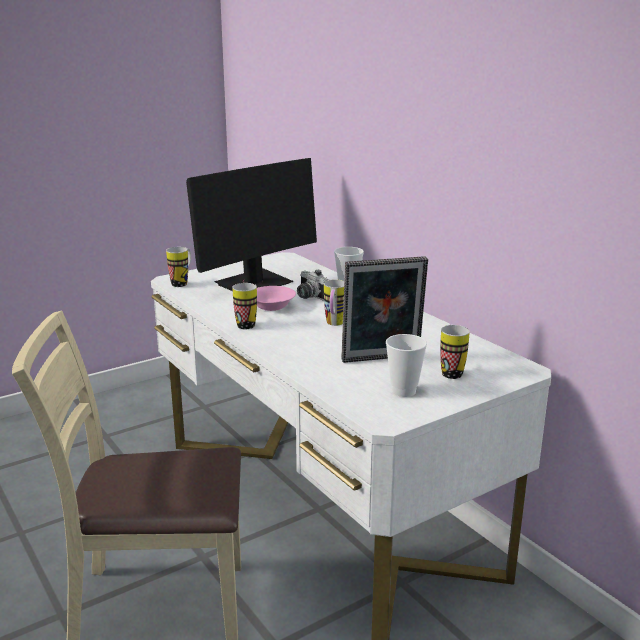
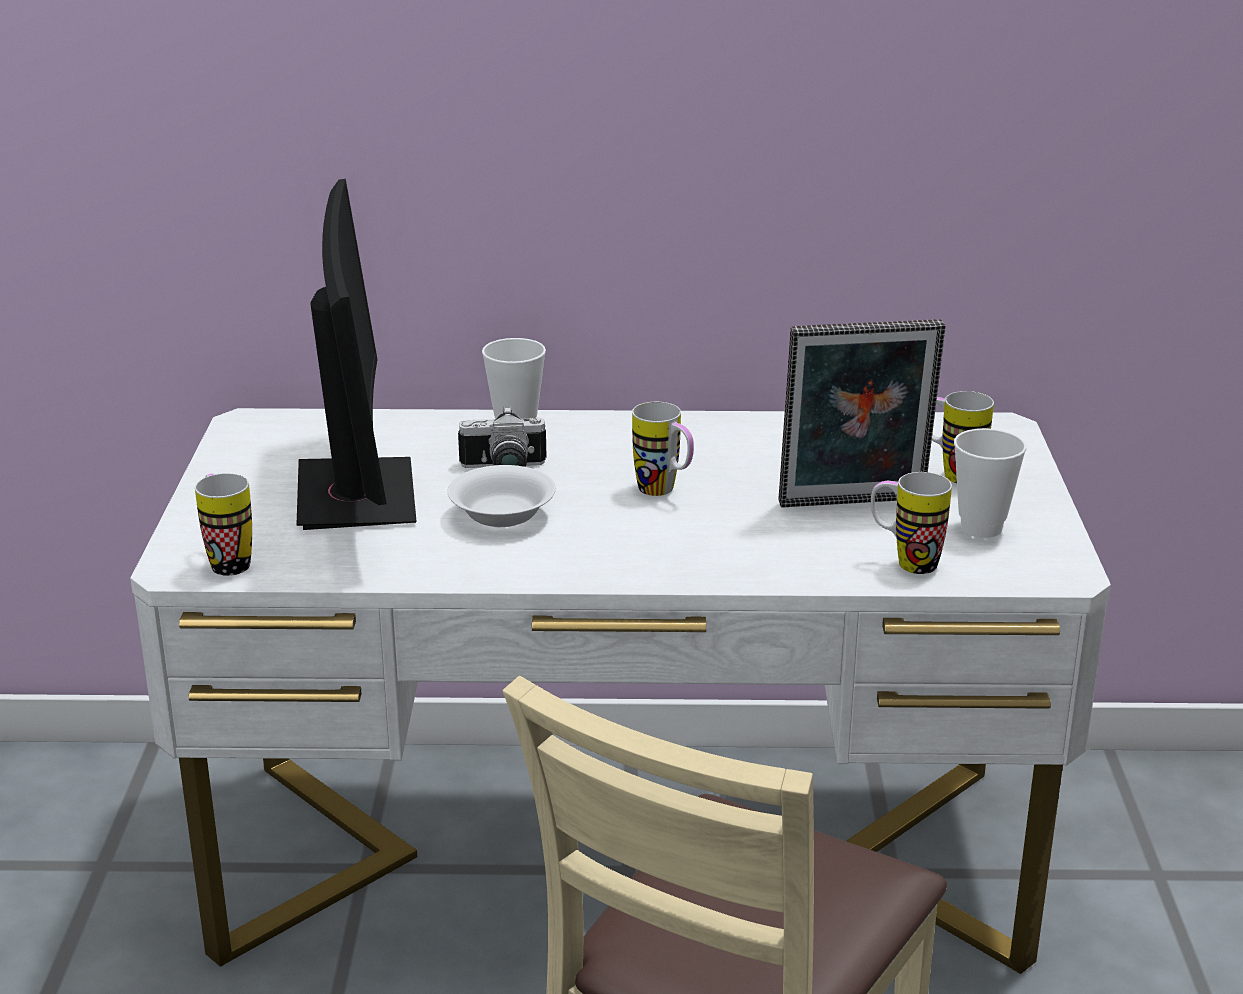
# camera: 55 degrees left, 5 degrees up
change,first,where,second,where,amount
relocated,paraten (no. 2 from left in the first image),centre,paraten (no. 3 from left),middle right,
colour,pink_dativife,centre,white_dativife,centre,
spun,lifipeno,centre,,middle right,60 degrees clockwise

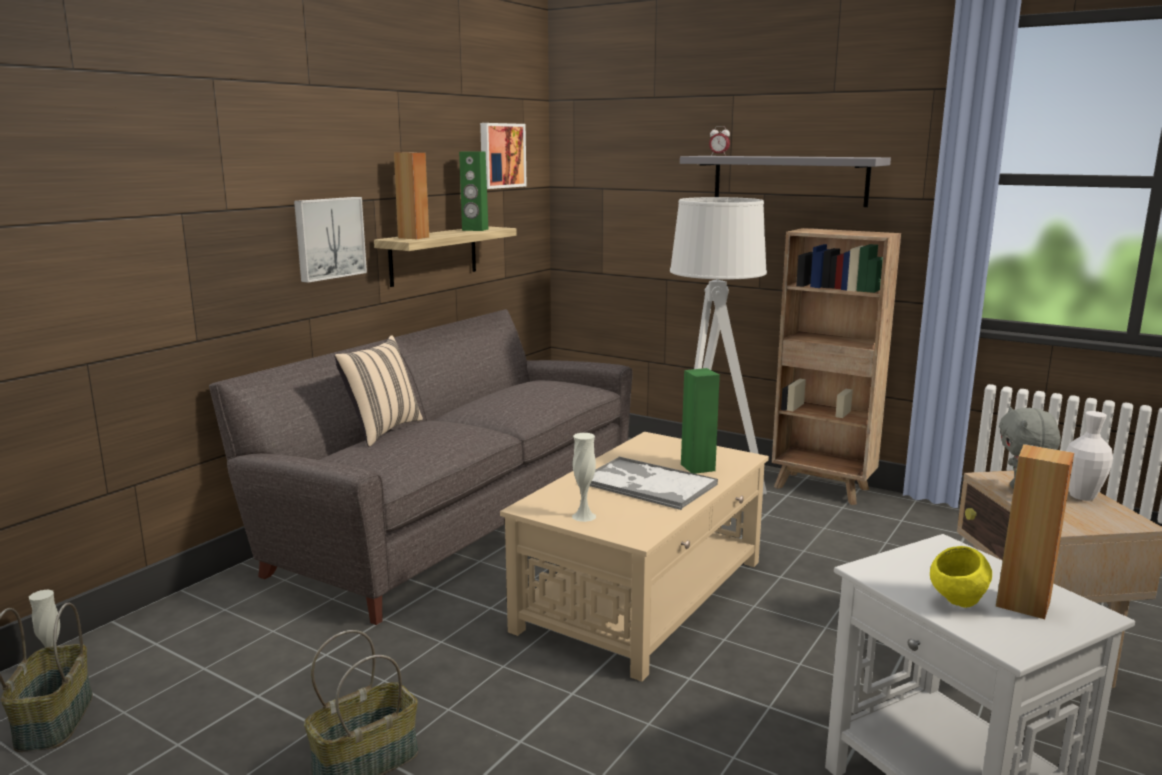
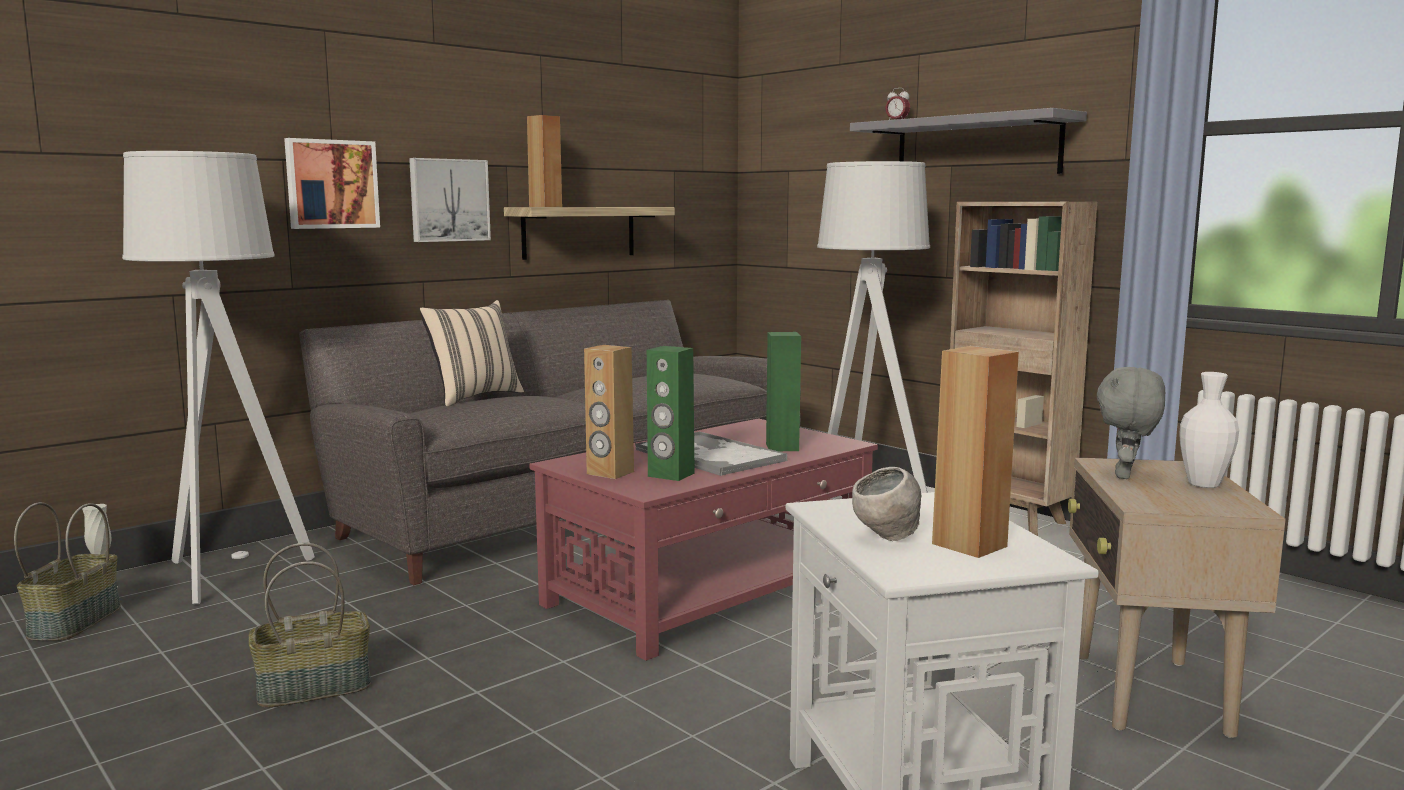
# camera: 15 degrees right, 5 degrees down
change,first,where,second,where,amount
appeared,,,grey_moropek (no. 1 from left),middle left,
relocated,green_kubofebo (no. 1 from left),top centre,,centre,
relocated,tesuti (no. 2 from left in the first image),top centre,tesuti (no. 1 from left),top left,
exchanged,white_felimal (no. 2 from left),centre,brown_kubofebo (no. 2 from left),centre,
colour,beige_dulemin,bottom centre,red_dulemin,bottom centre,
colour,yellow_dativife,bottom right,grey_dativife,centre,

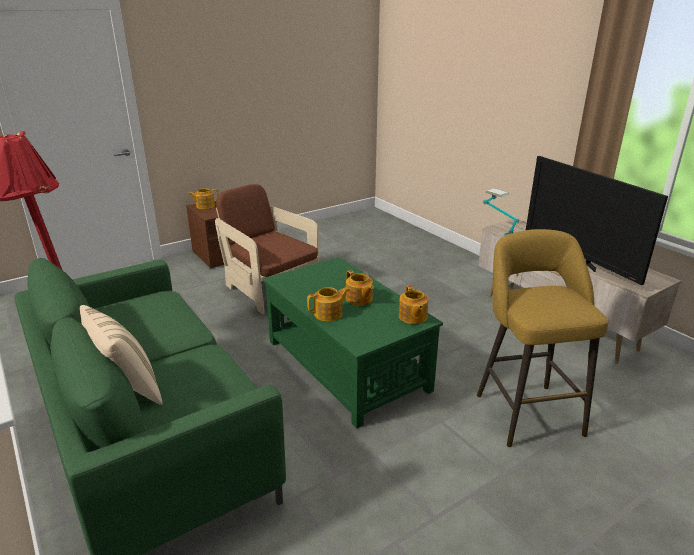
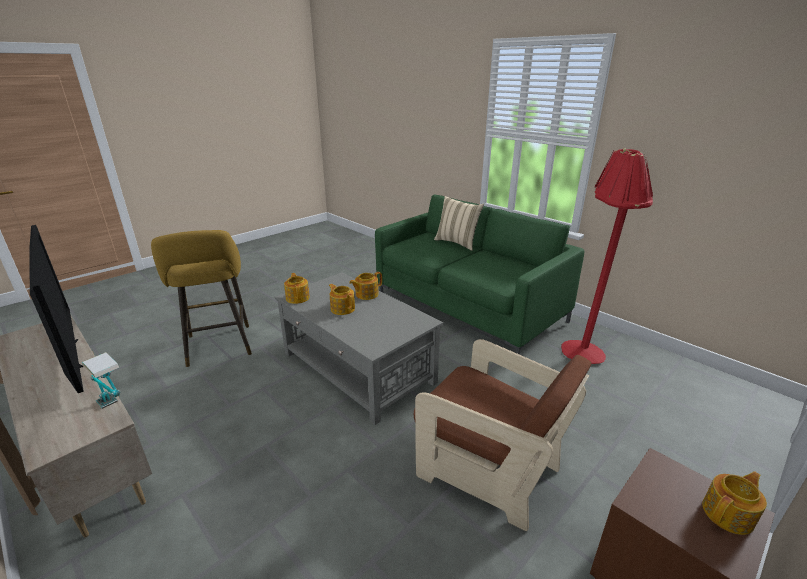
# camera: 170 degrees right, 0 degrees up
change,first,where,second,where,amount
colour,green_dulemin,centre,grey_dulemin,centre,

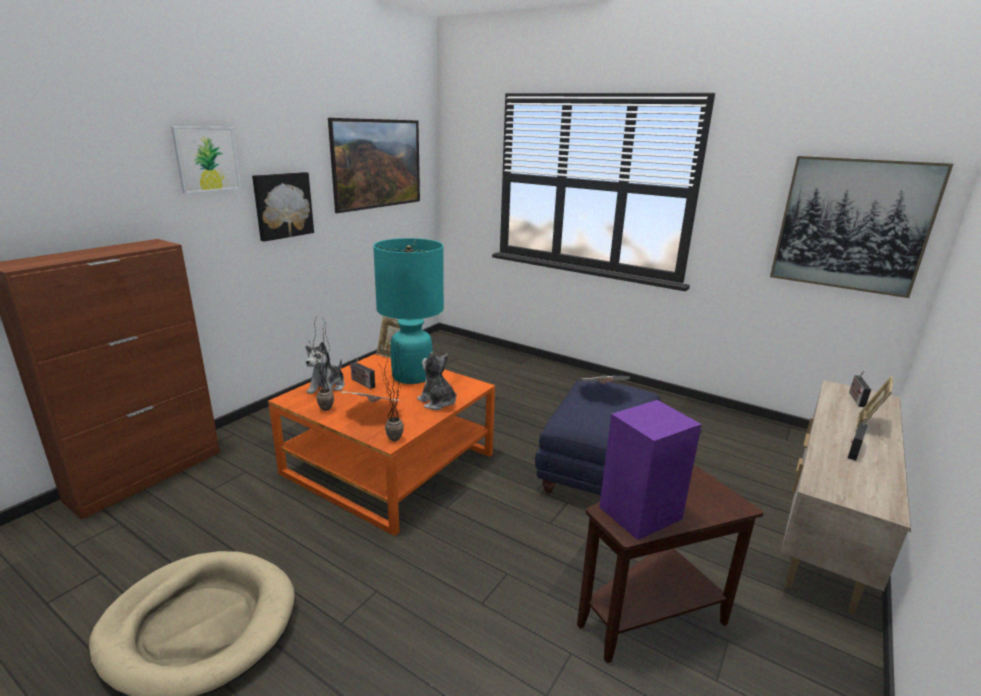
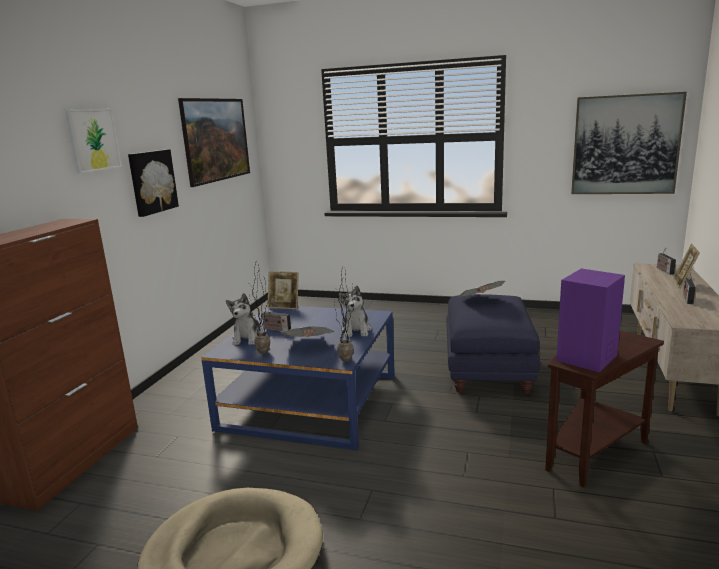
# camera: 15 degrees left, 5 degrees down
change,first,where,second,where,amount
missing,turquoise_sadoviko,centre,,,
colour,orange_dulemin,centre,blue_dulemin,centre,
spun,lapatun (no. 2 from left),centre,,centre,120 degrees counterclockwise

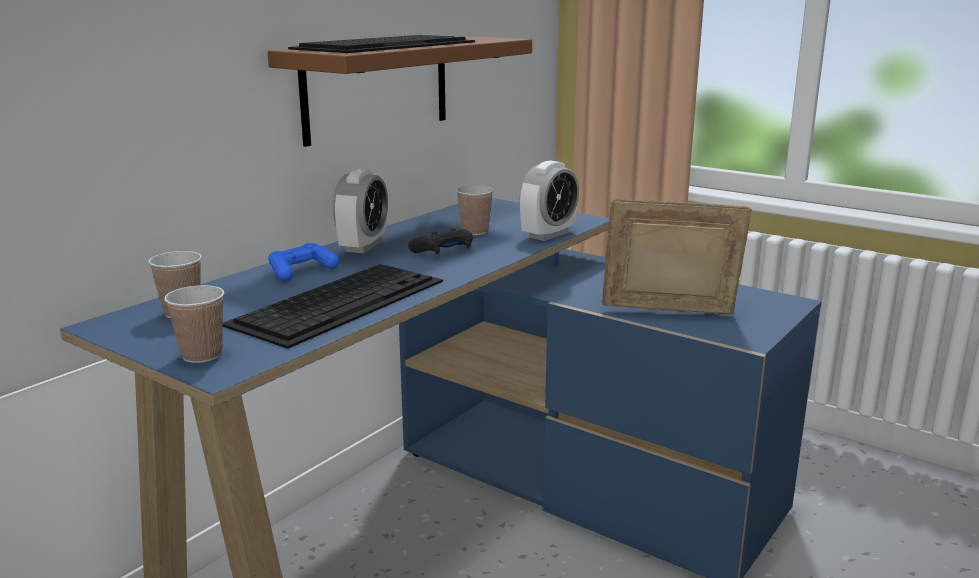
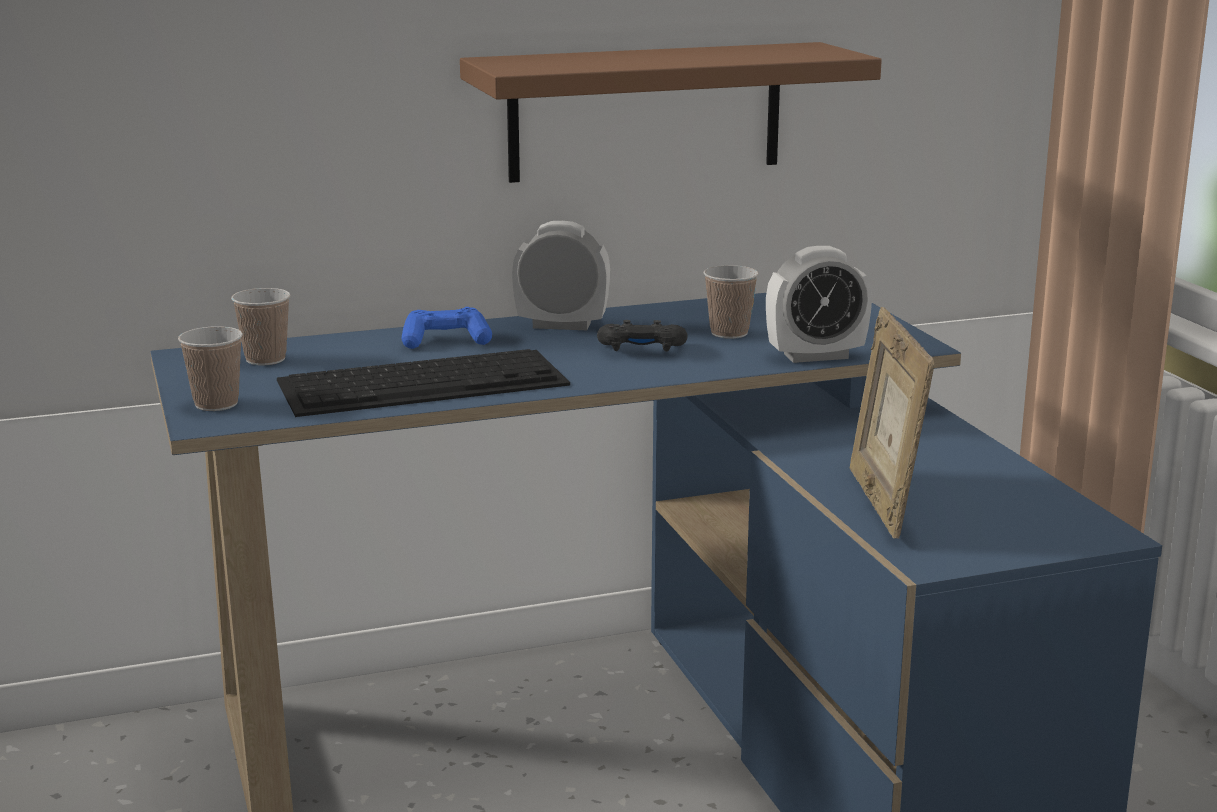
# camera: 35 degrees right, 0 degrees up
change,first,where,second,where,amount
missing,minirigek (no. 2 from left),top centre,,,
spun,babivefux (no. 1 from left),centre,,centre,135 degrees counterclockwise
spun,lifipeno,middle right,,middle right,135 degrees counterclockwise

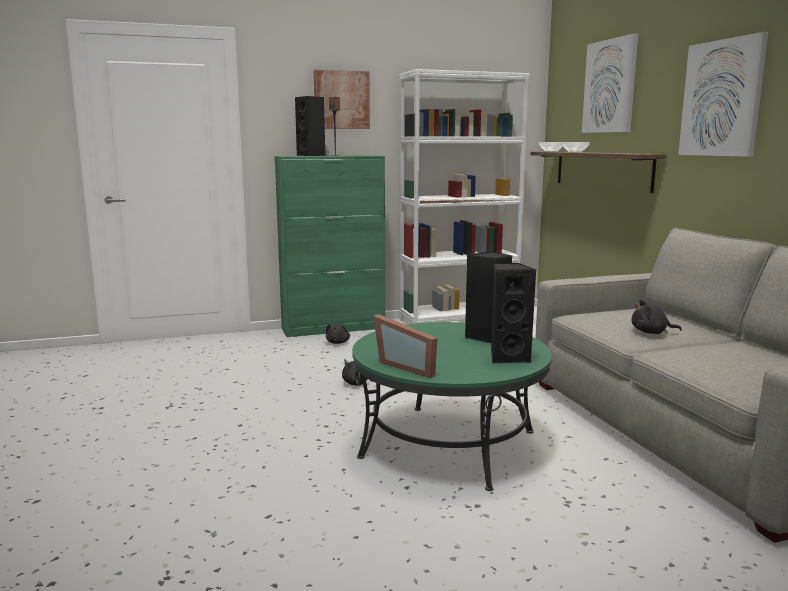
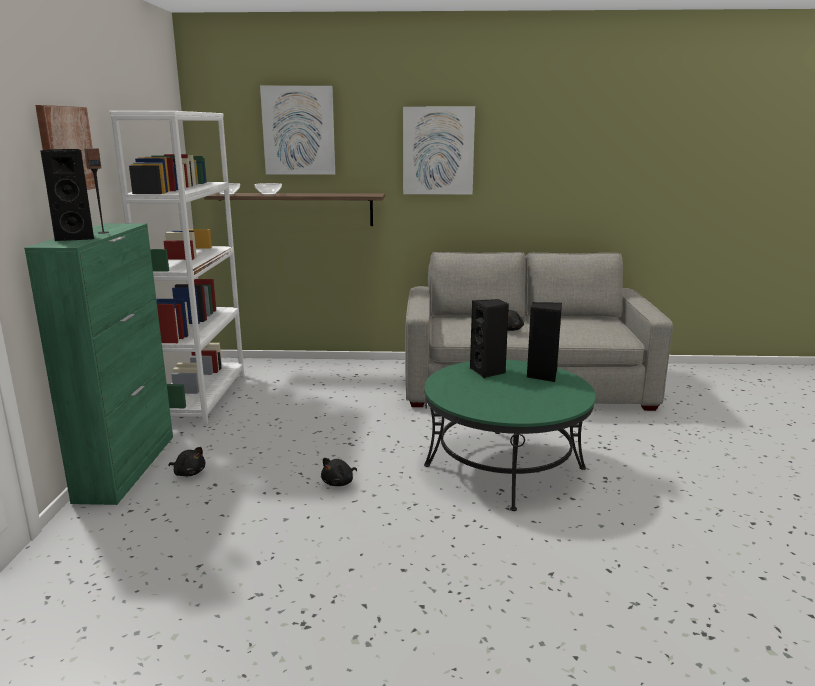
# camera: 70 degrees left, 5 degrees up
change,first,where,second,where,amount
missing,lifipeno,centre,,,

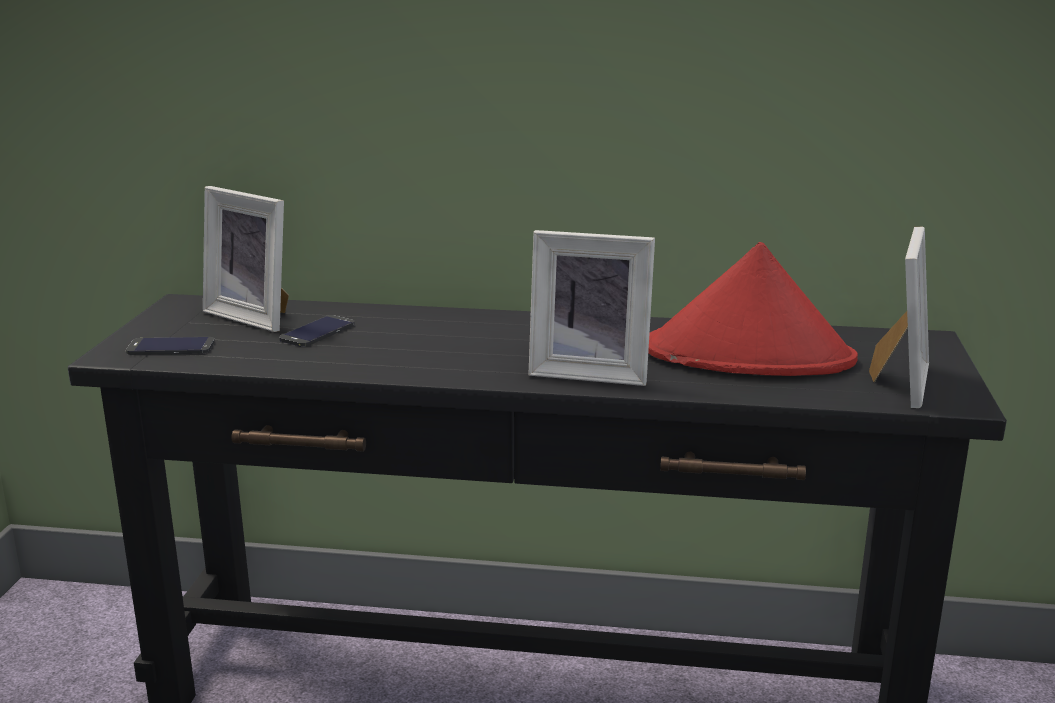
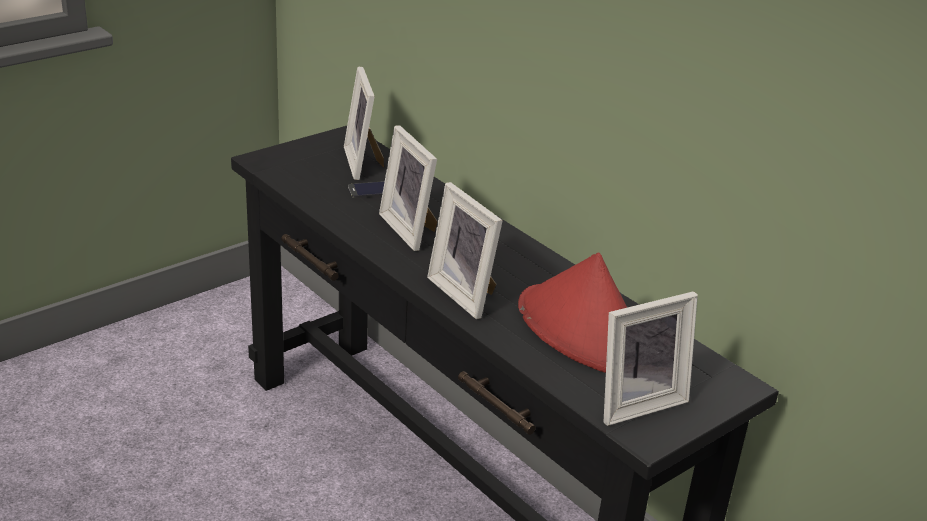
# camera: 40 degrees right, 10 degrees up
change,first,where,second,where,amount
missing,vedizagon (no. 1 from left),middle left,,,
appeared,,,lifipeno (no. 2 from left),centre,

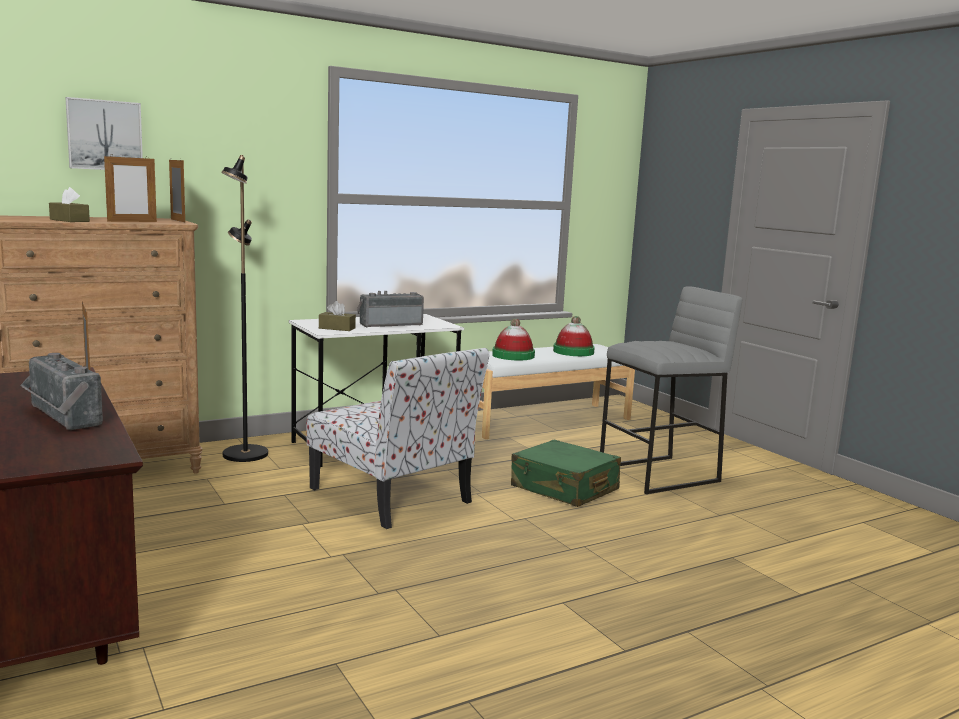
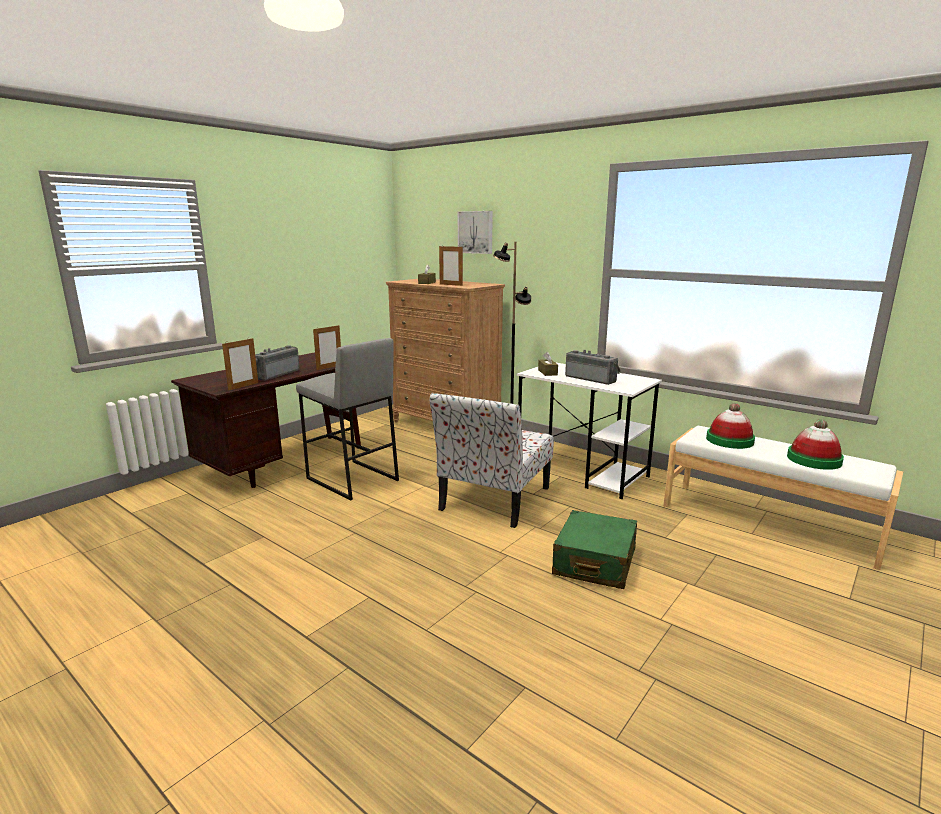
# camera: 70 degrees right, 5 degrees up
change,first,where,second,where,amount
relocated,lifipeno (no. 3 from left in the first image),top left,lifipeno (no. 1 from left),middle left,
relocated,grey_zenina,middle right,,centre,

